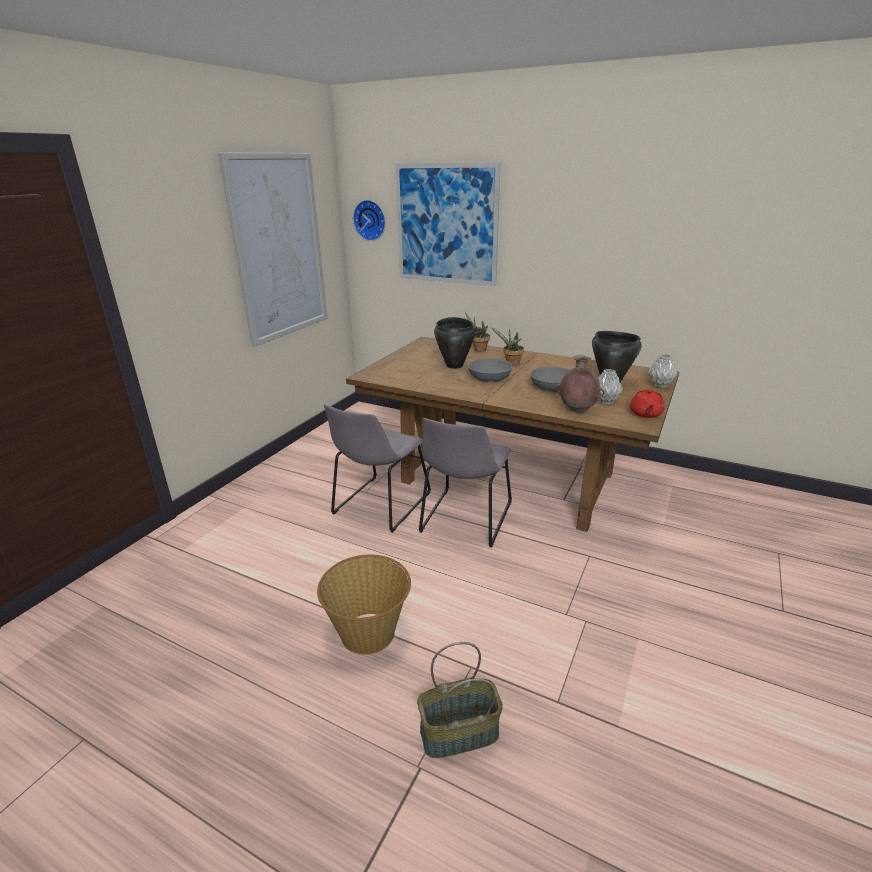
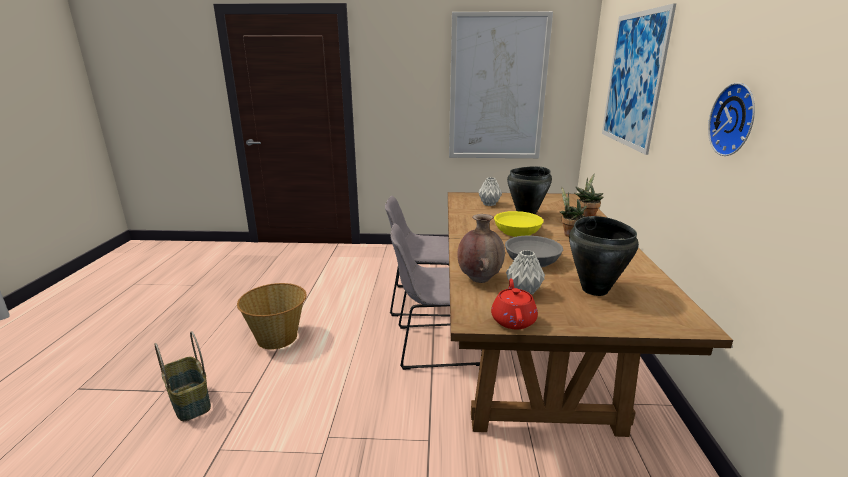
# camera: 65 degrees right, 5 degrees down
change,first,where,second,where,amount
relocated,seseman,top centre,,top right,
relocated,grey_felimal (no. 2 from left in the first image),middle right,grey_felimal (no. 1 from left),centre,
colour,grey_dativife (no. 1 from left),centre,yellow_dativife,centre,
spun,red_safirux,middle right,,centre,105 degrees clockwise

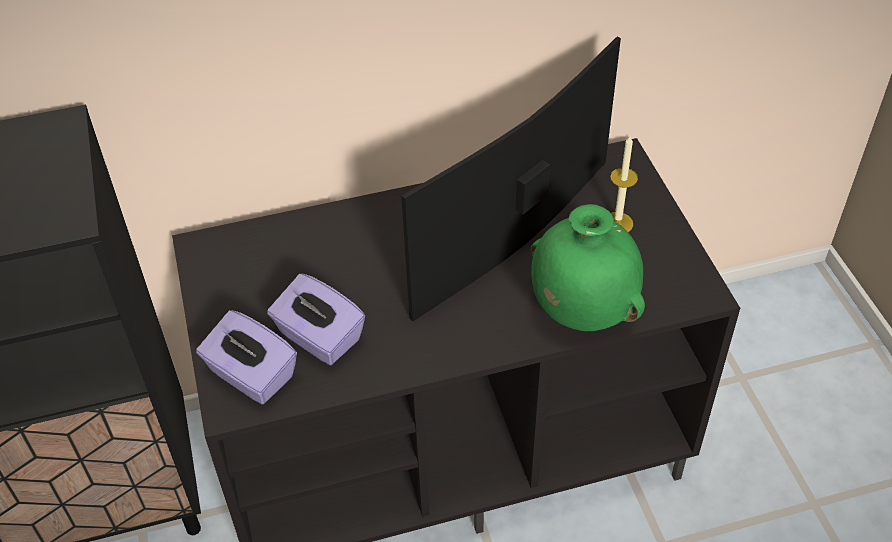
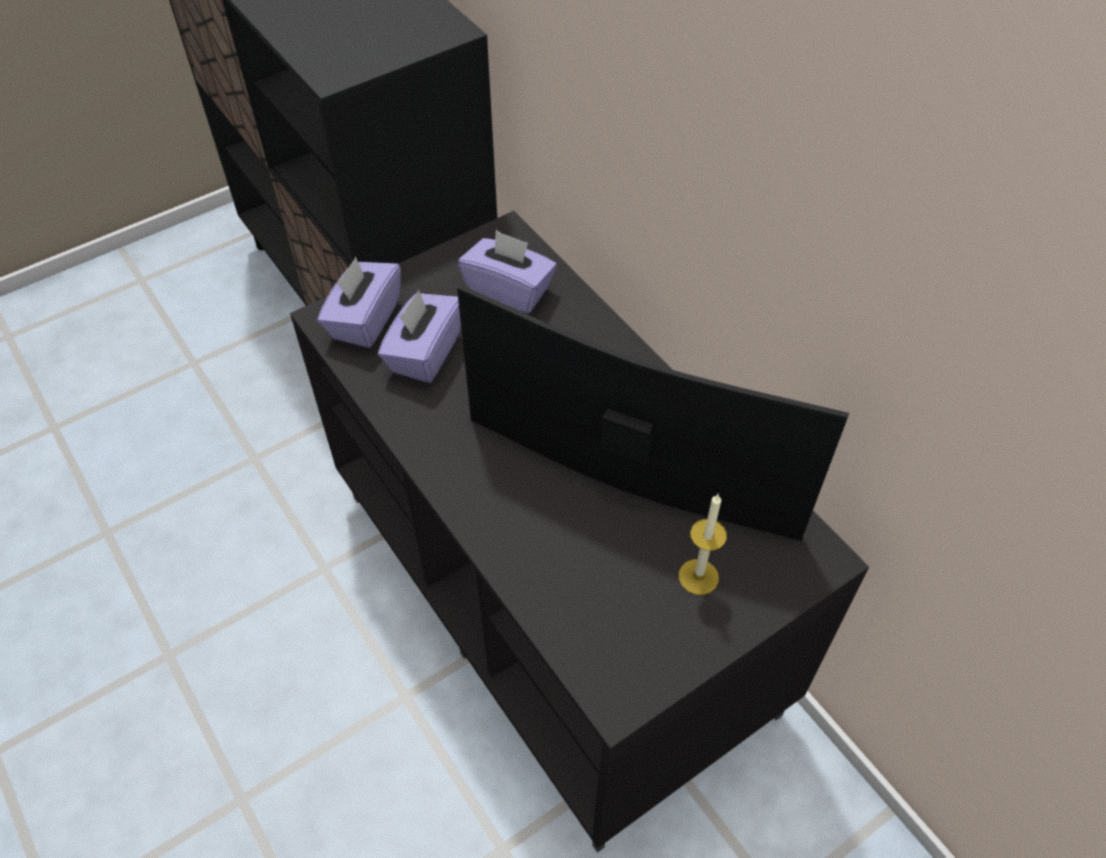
# camera: 70 degrees right, 5 degrees up
change,first,where,second,where,amount
missing,green_felimal,centre,,,
appeared,,,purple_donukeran (no. 3 from left),top centre,

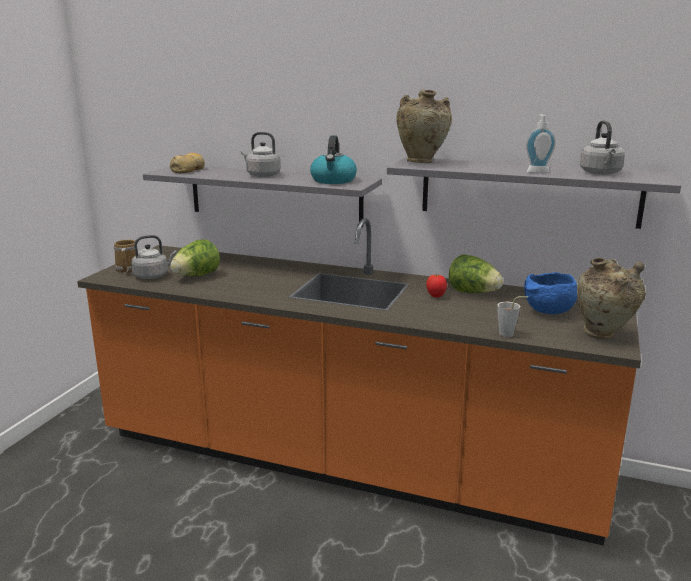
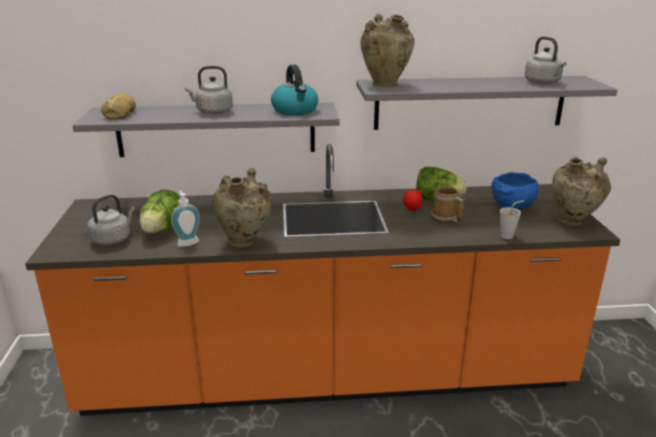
# camera: 25 degrees left, 5 degrees up
change,first,where,second,where,amount
appeared,,,beige_felimal (no. 1 from left),centre,
relocated,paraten,middle left,,middle right,
relocated,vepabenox,top right,,middle left,

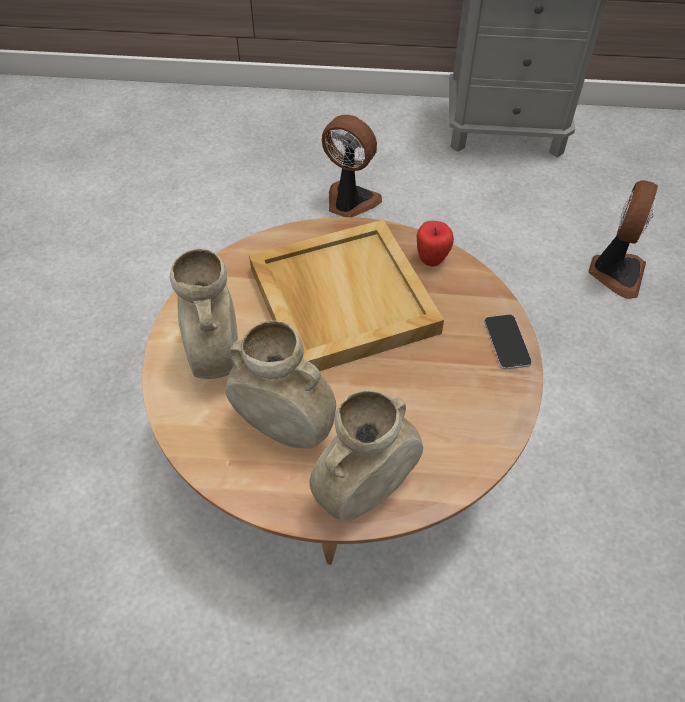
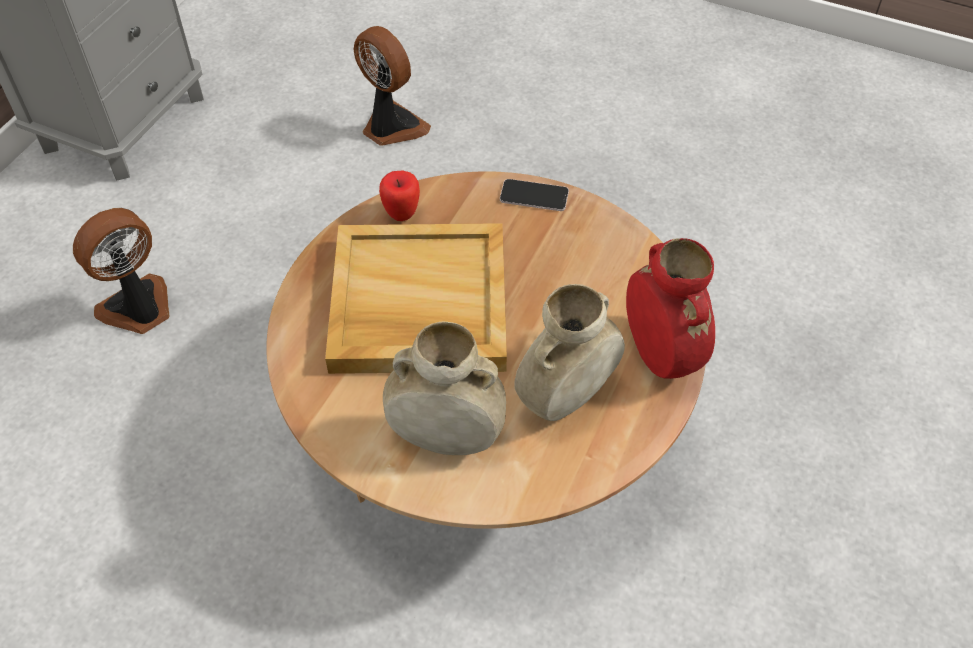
# camera: 70 degrees left, 0 degrees up
change,first,where,second,where,amount
colour,beige_felimal (no. 3 from left),centre,red_felimal,middle right,

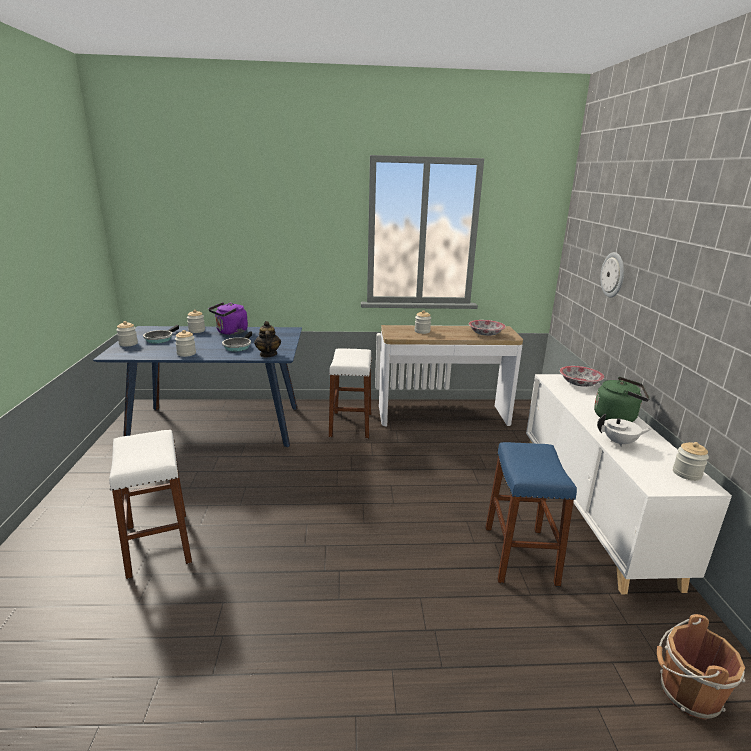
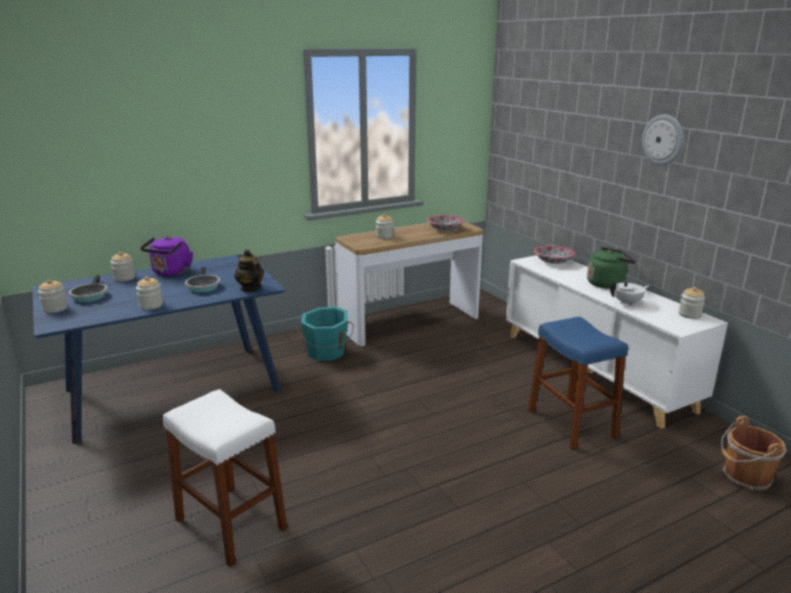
# camera: 25 degrees left, 0 degrees up
change,first,where,second,where,amount
relocated,seseman,middle right,,top right,
exchanged,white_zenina (no. 2 from left),centre,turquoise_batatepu,centre,

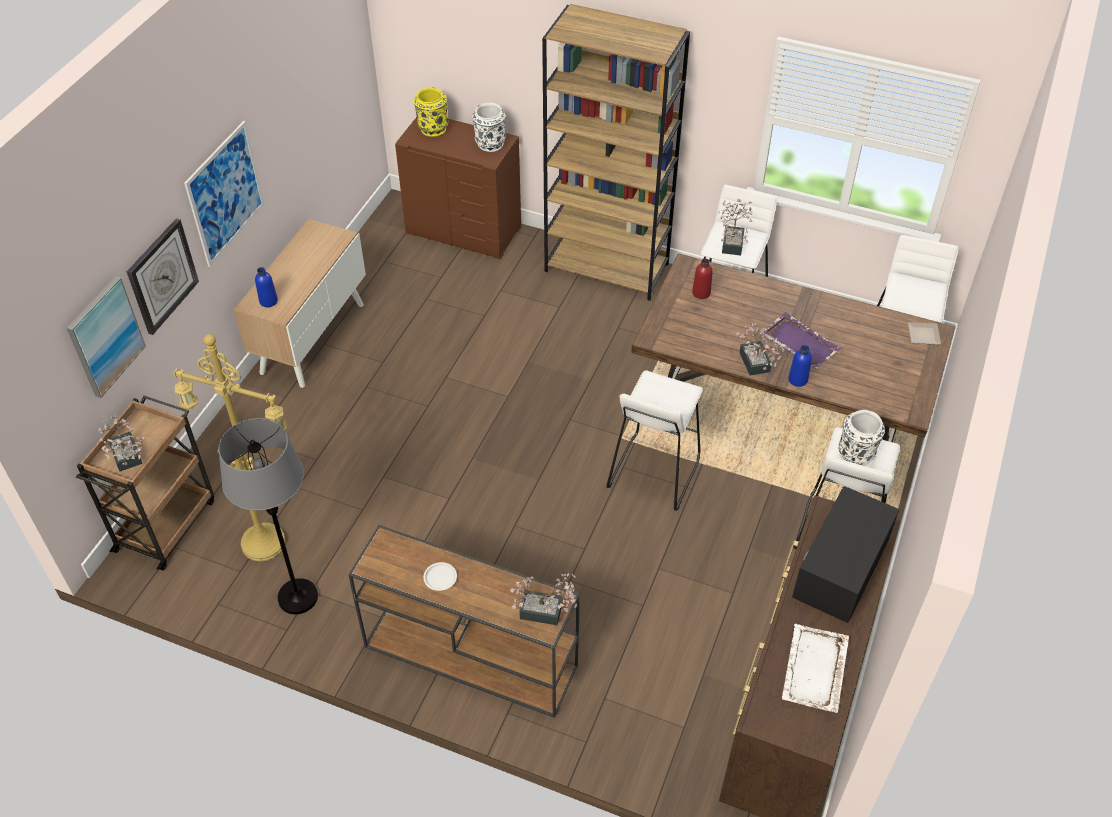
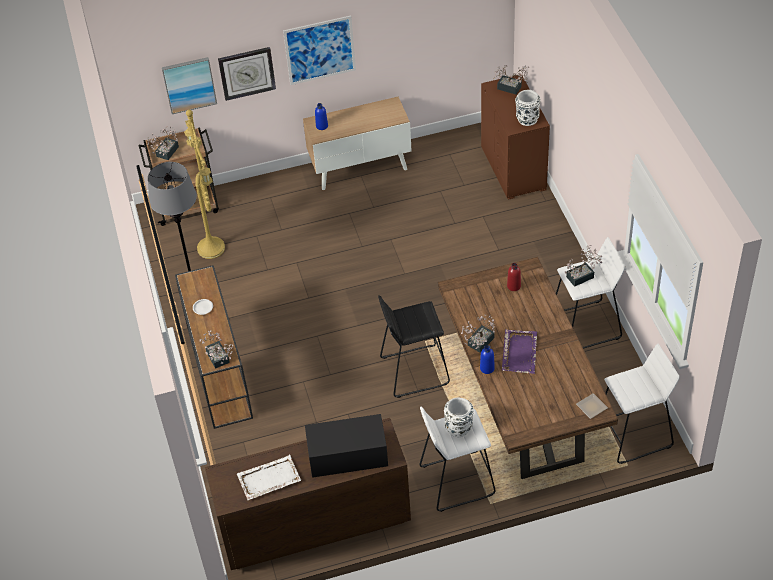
# camera: 55 degrees right, 0 degrees up
change,first,where,second,where,amount
missing,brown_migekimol,top centre,,,
exchanged,yellow_felimal,top centre,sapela (no. 4 from left),top centre,
colour,white_zenina (no. 1 from left),centre,black_zenina,centre,

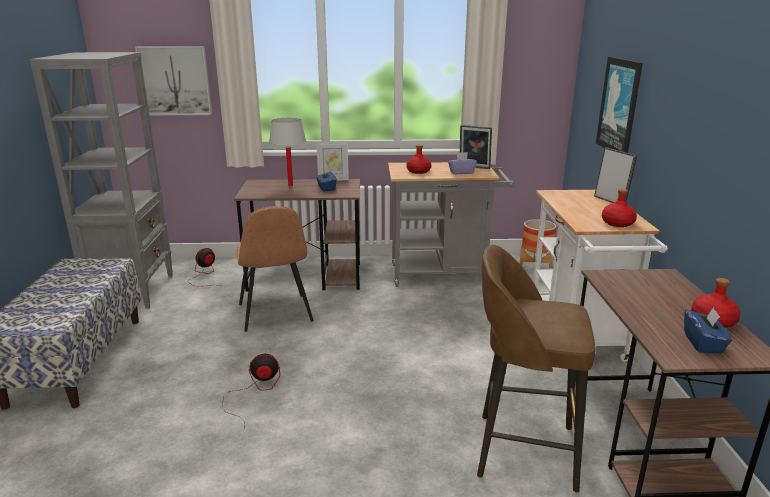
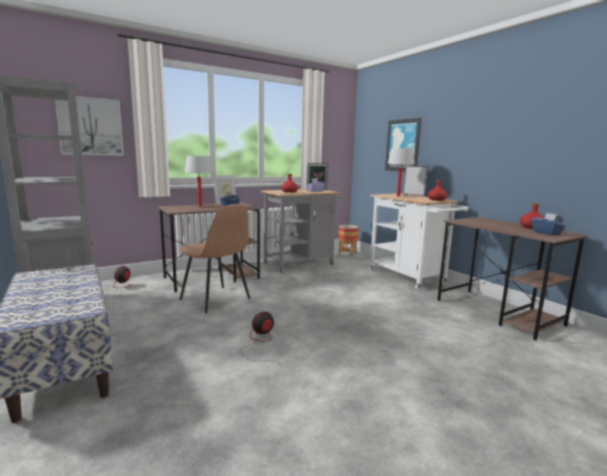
# camera: 30 degrees left, 10 degrees down
change,first,where,second,where,amount
missing,brown_zenina,bottom right,,,
appeared,,,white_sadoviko (no. 2 from left),centre,

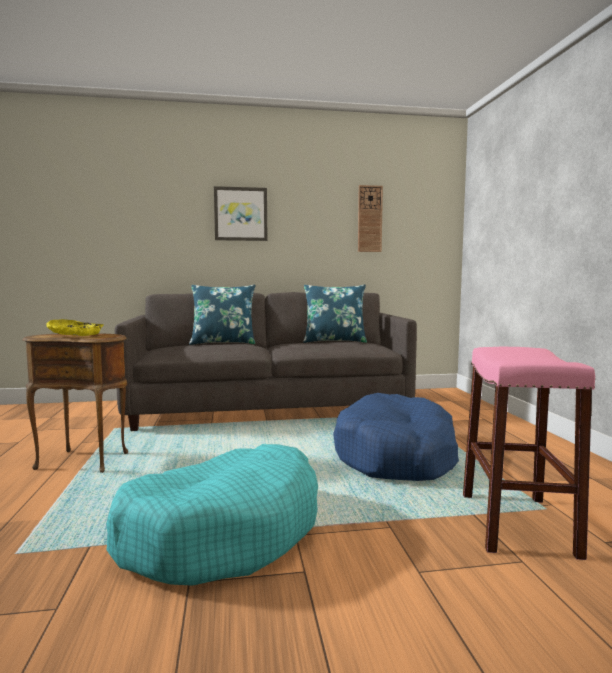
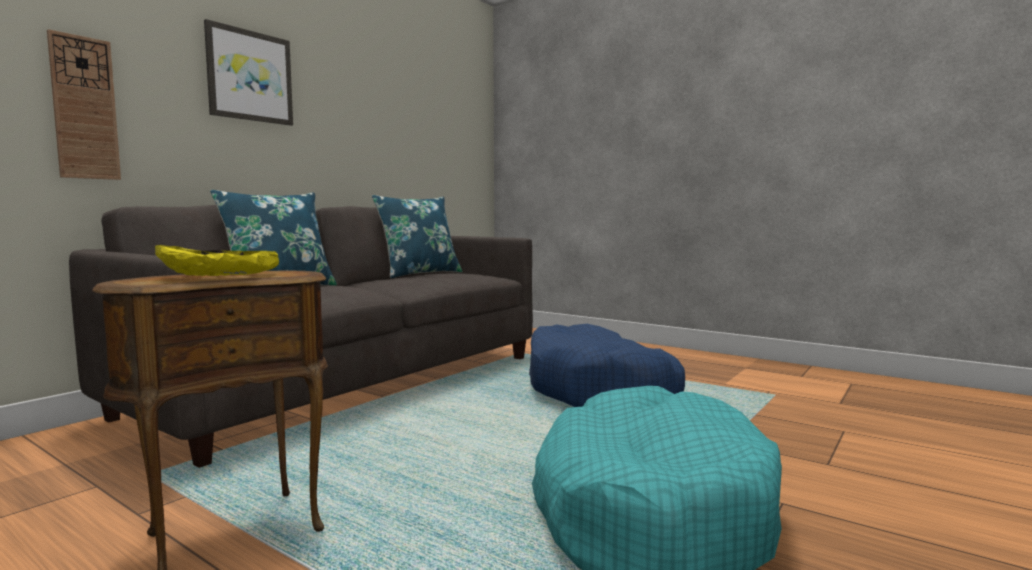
# camera: 45 degrees left, 0 degrees up
change,first,where,second,where,amount
missing,pink_zenina,bottom right,,,
relocated,seseman,top centre,,top left,

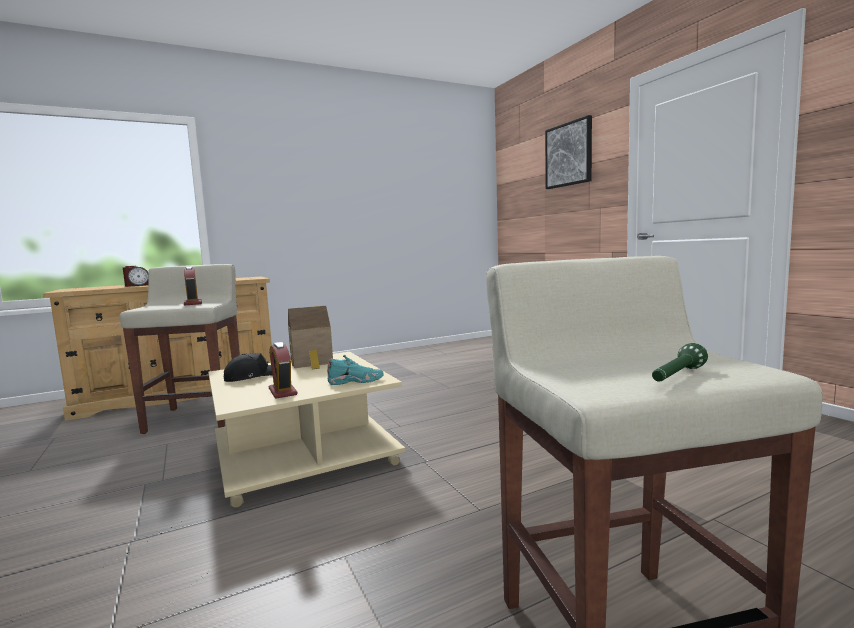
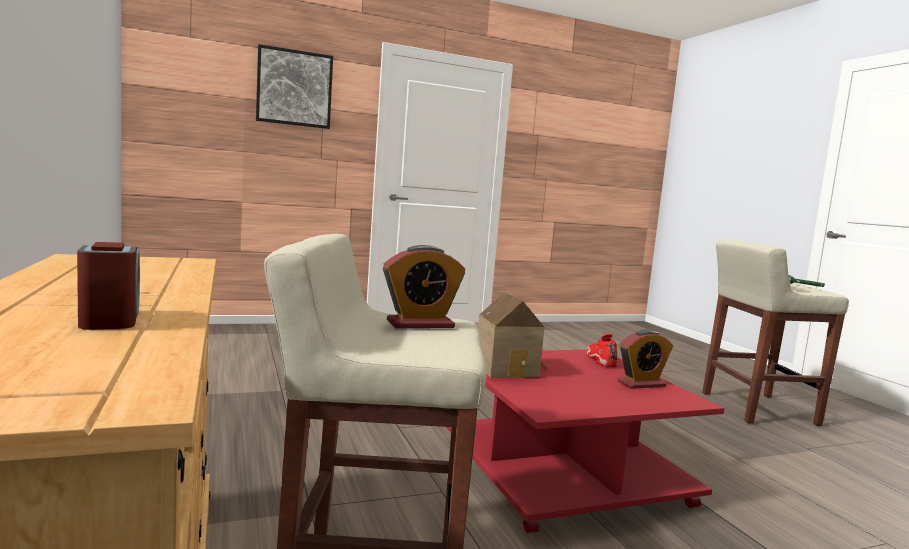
# camera: 85 degrees left, 0 degrees up
change,first,where,second,where,amount
missing,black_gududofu,middle left,,,
colour,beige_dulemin,bottom centre,red_dulemin,bottom centre,
colour,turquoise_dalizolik,centre,red_dalizolik,centre,

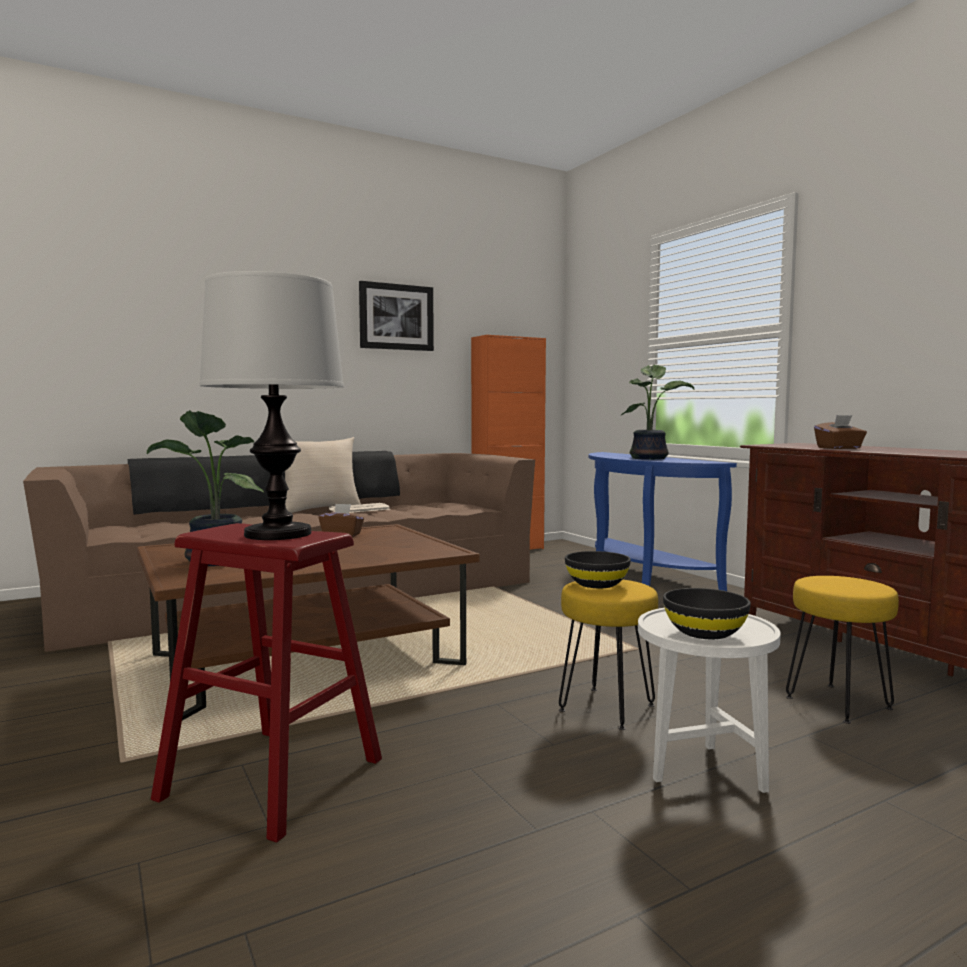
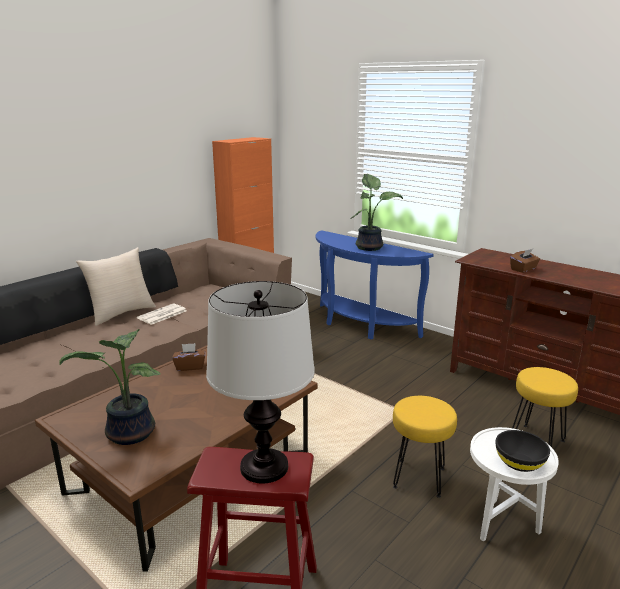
# camera: 20 degrees left, 15 degrees up
change,first,where,second,where,amount
missing,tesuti,top centre,,,
missing,black_dativife (no. 1 from left),centre,,,

